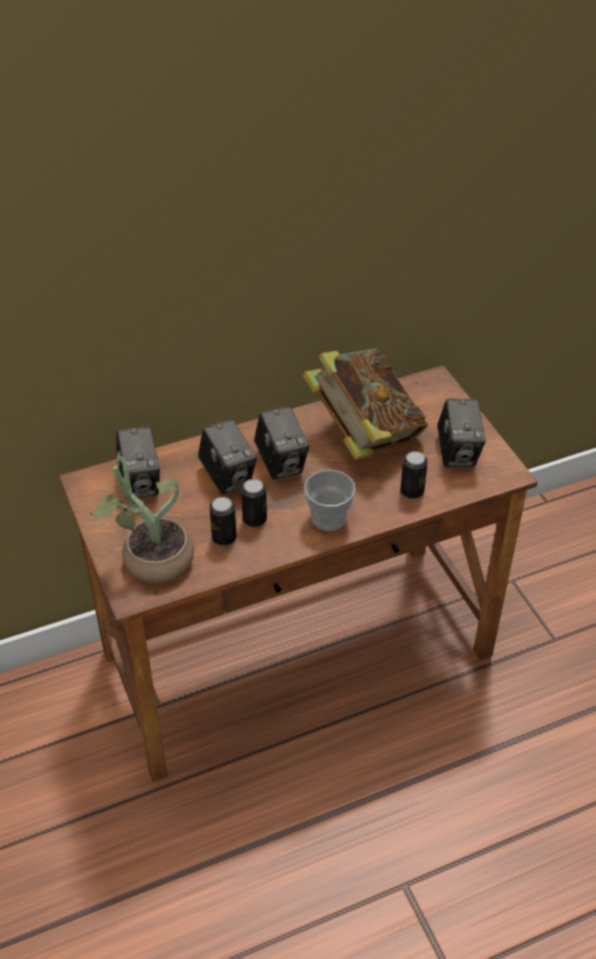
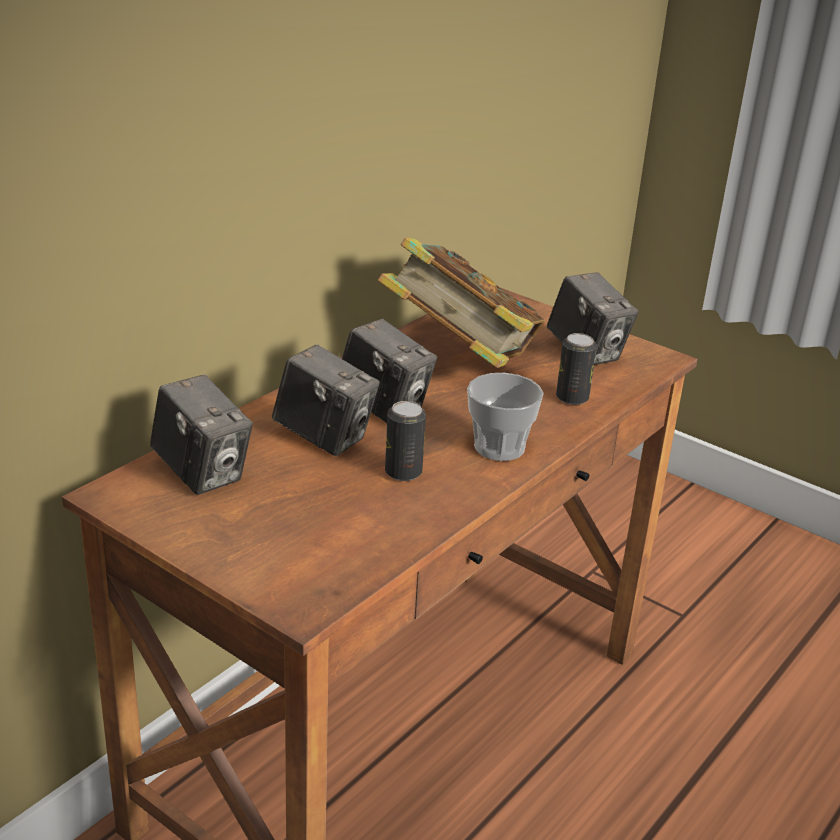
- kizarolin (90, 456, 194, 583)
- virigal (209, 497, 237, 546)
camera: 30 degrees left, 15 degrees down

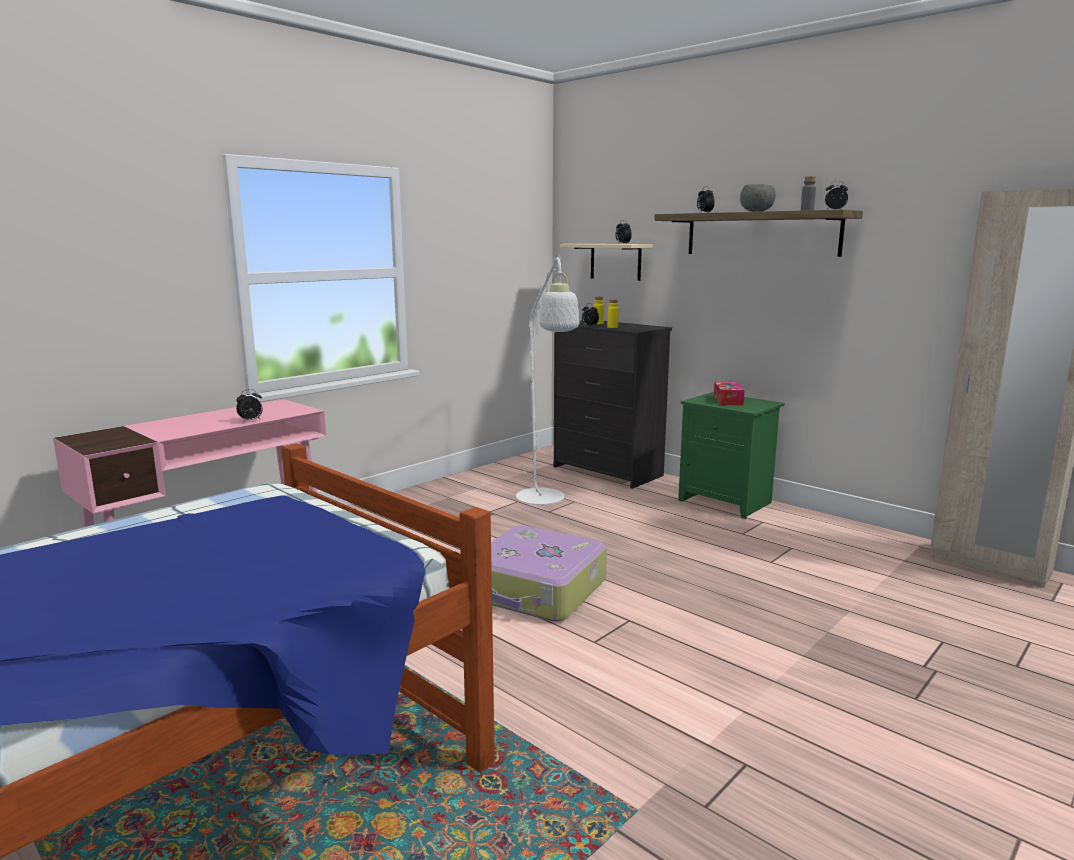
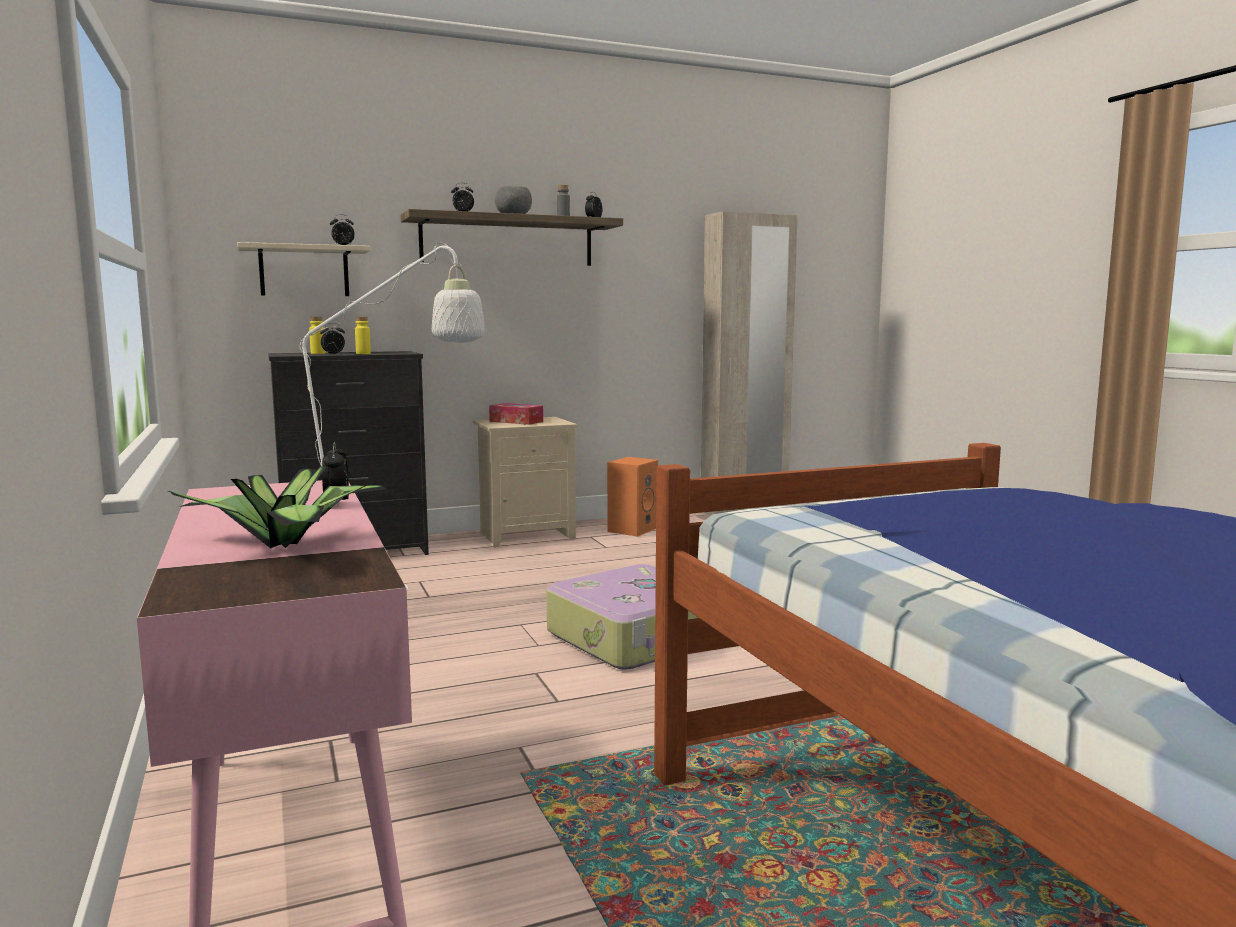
+ kizarolin (168, 466, 387, 548)
+ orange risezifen (607, 457, 658, 537)
~ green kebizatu (678, 392, 785, 519) to beige kebizatu (473, 417, 578, 548)
camera: 65 degrees left, 5 degrees down

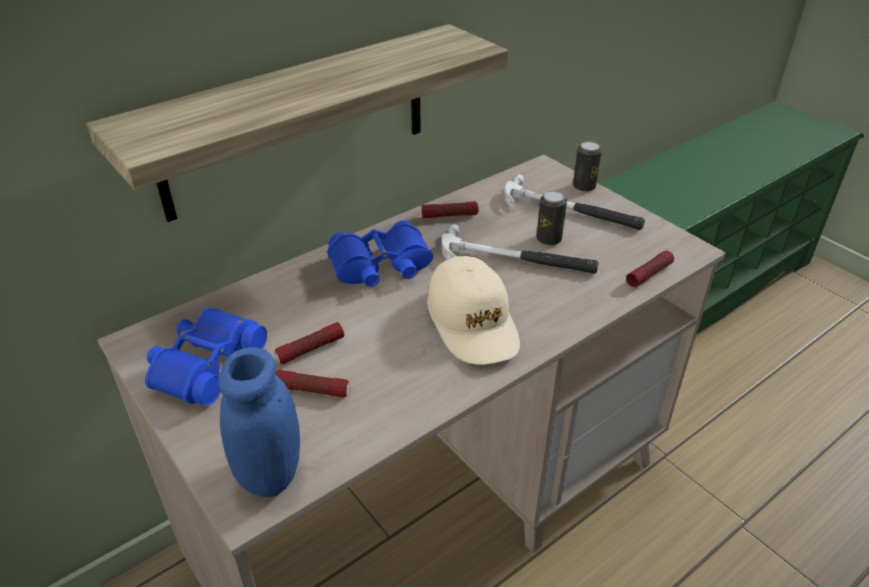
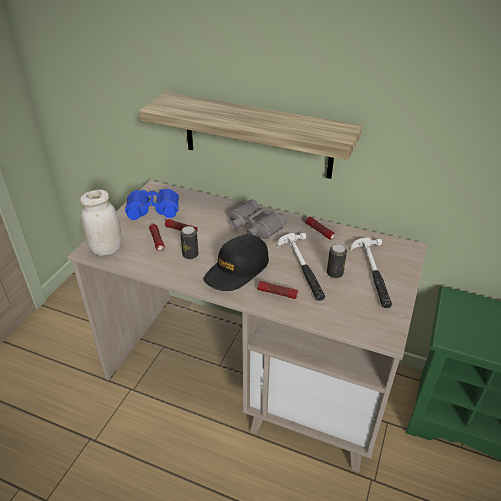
~ virigal (573, 141, 602, 192) to (180, 226, 199, 259)
~ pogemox (626, 250, 674, 287) to (258, 281, 298, 299)
~ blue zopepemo (218, 347, 300, 498) to white zopepemo (80, 189, 122, 256)
~ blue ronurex (327, 220, 433, 287) to grey ronurex (228, 199, 287, 239)
~ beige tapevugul (427, 256, 520, 365) to black tapevugul (204, 234, 269, 291)
camera: 60 degrees right, 0 degrees up

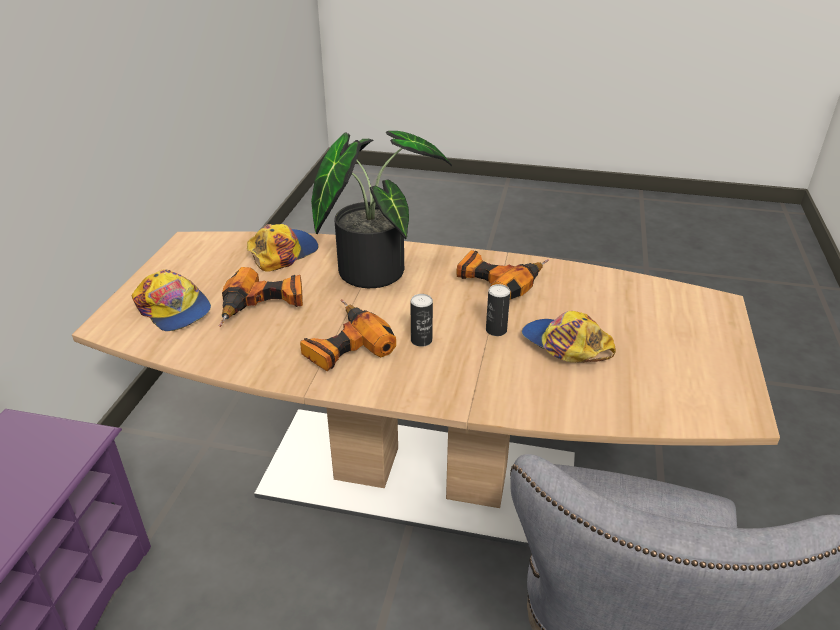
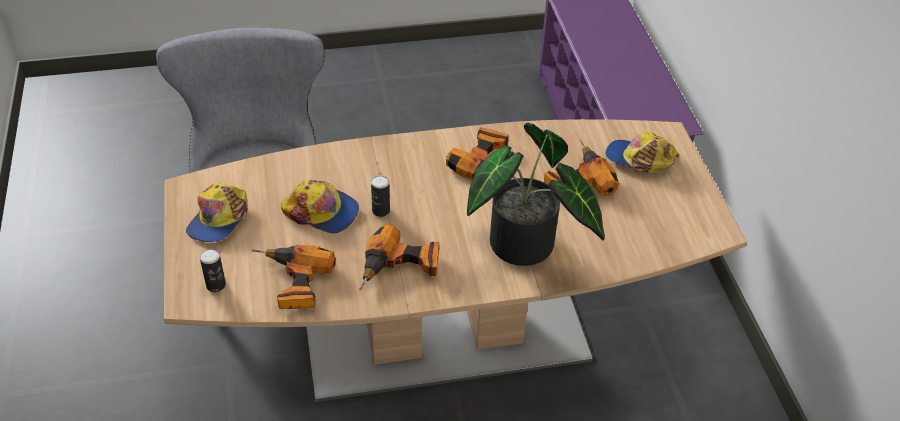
+ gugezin (252, 245, 336, 309)
~ tapevugul (247, 224, 319, 272) to (186, 182, 247, 242)
~ virigal (410, 294, 433, 347) to (200, 249, 226, 292)
camera: 155 degrees right, 10 degrees up

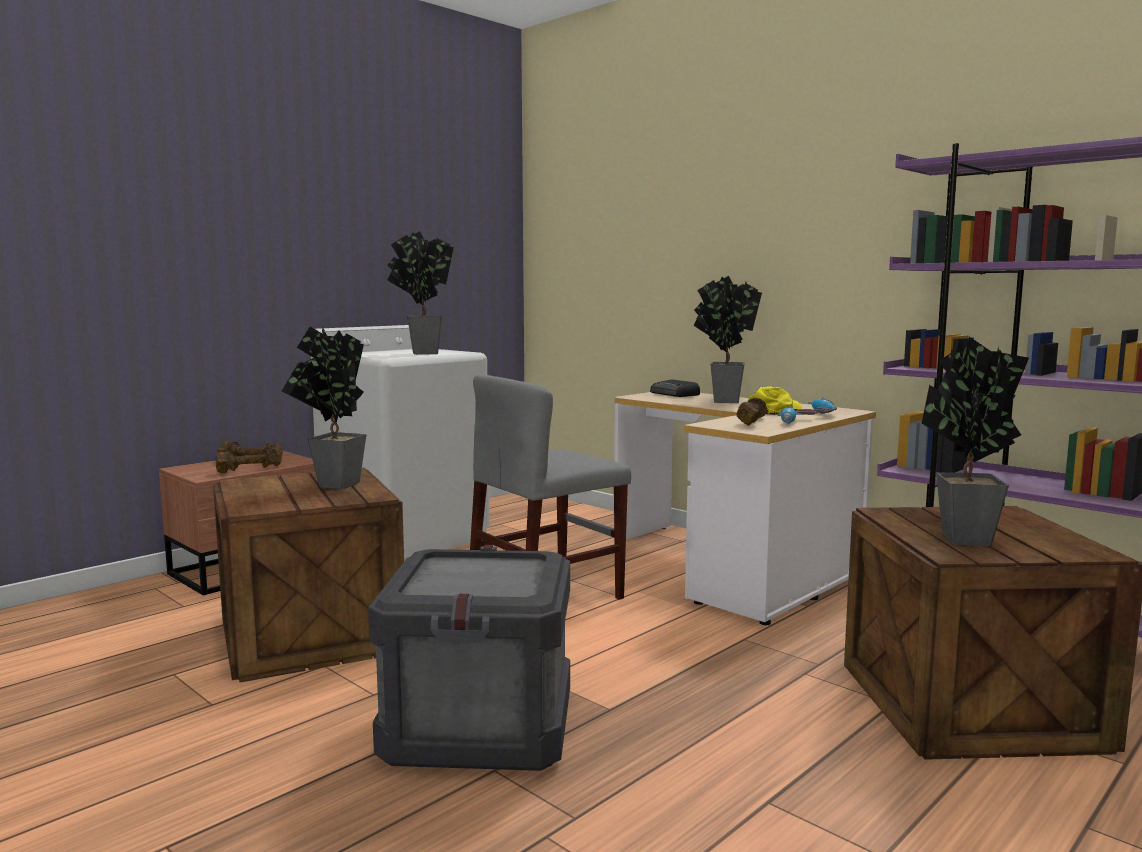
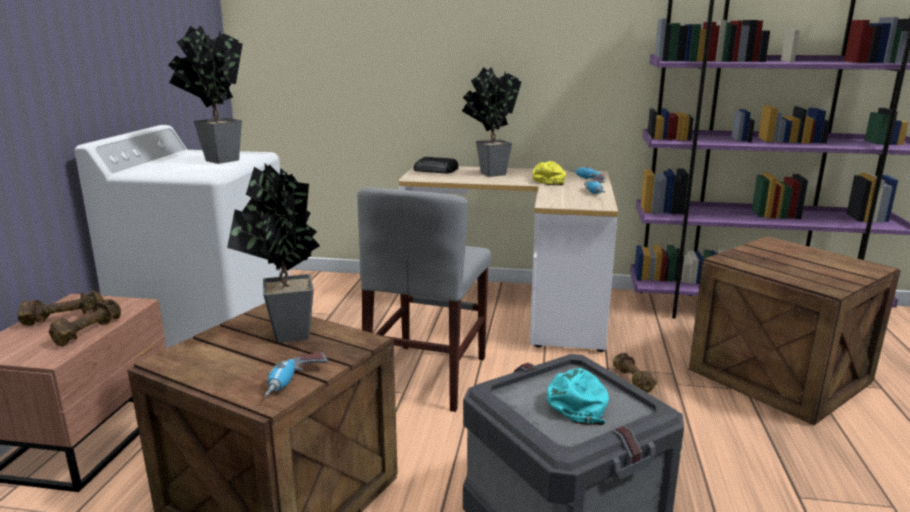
- kizarolin (921, 337, 1029, 546)
+ gugezin (265, 353, 328, 397)
+ turquoise tapevugul (547, 368, 609, 425)
~ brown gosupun (737, 397, 767, 425) to (613, 353, 657, 393)
camera: 35 degrees left, 10 degrees up

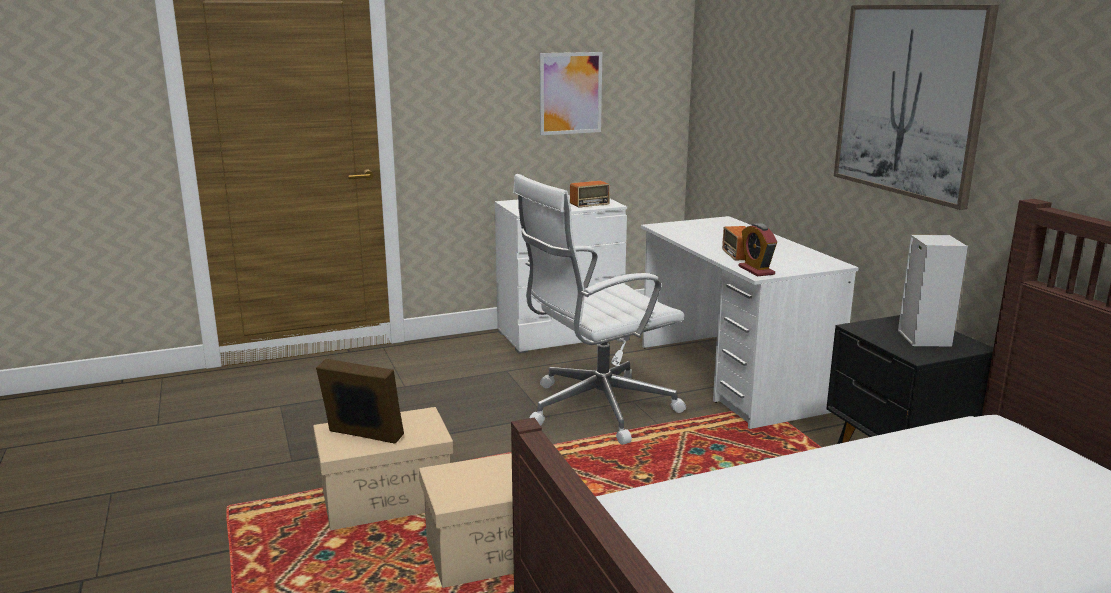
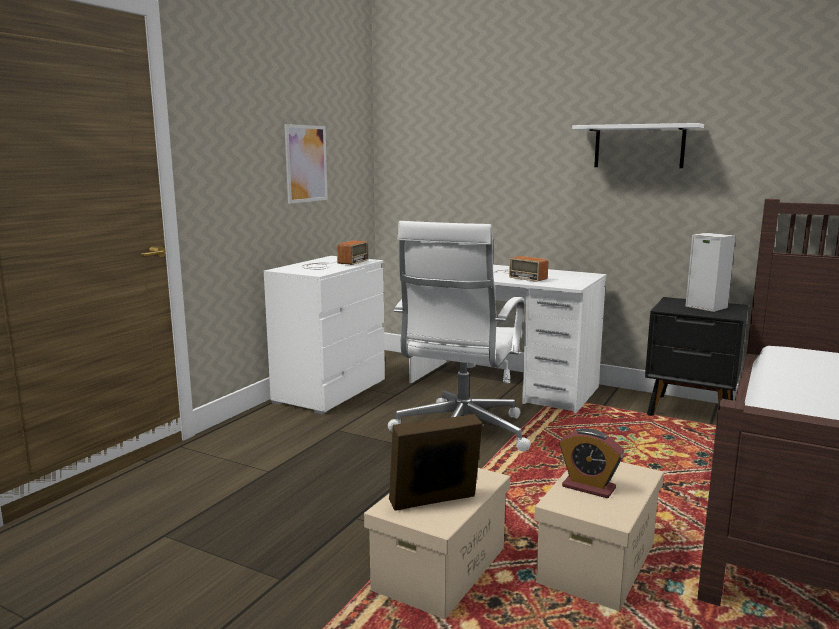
~ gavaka (739, 223, 777, 276) to (560, 429, 624, 498)
~ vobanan (834, 5, 999, 210) to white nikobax (572, 123, 704, 168)
camera: 40 degrees left, 5 degrees down

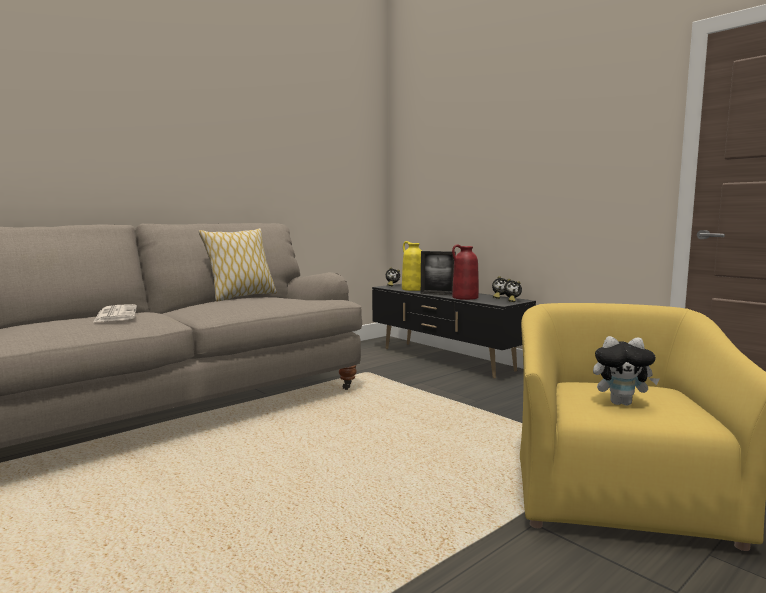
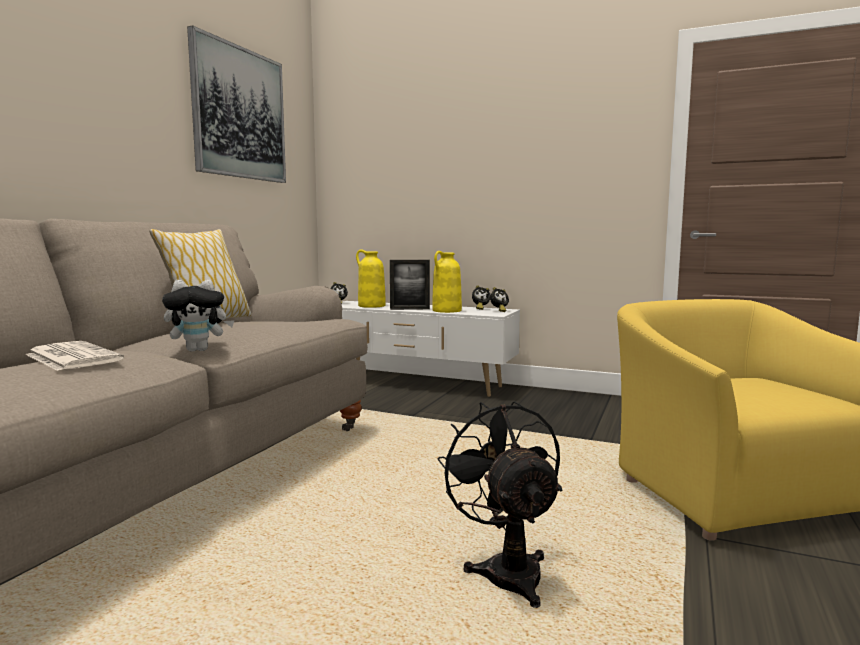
+ vobanan (187, 25, 286, 183)
+ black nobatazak (438, 401, 562, 608)
~ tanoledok (593, 336, 660, 405) to (162, 280, 235, 352)
~ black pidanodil (372, 284, 536, 378) to white pidanodil (342, 301, 520, 397)
~ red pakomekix (452, 244, 479, 300) to yellow pakomekix (432, 251, 462, 313)
camera: 25 degrees left, 0 degrees up

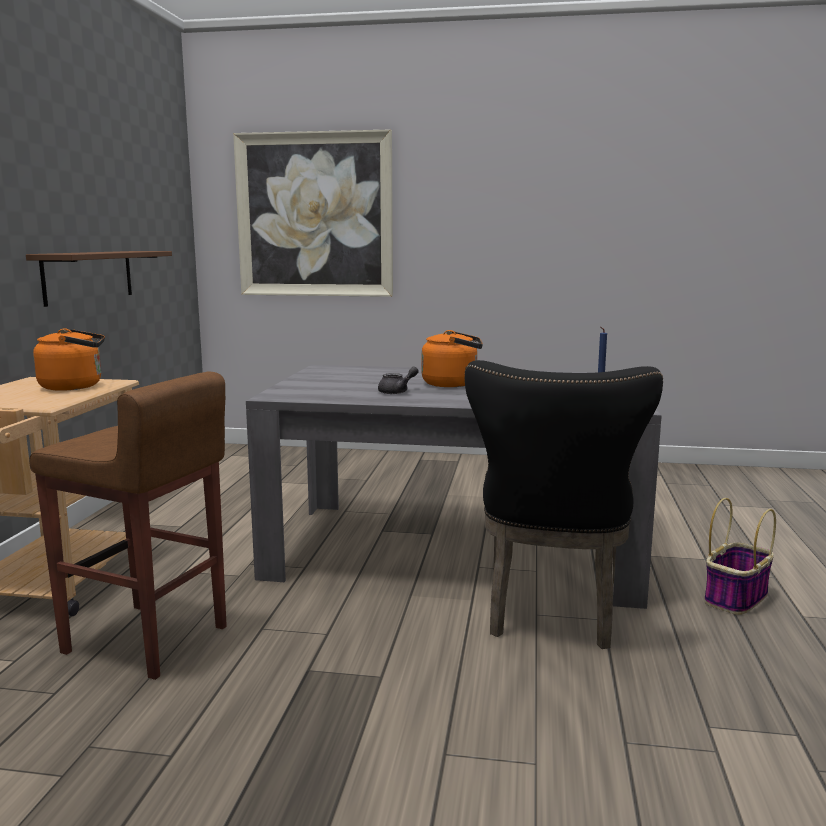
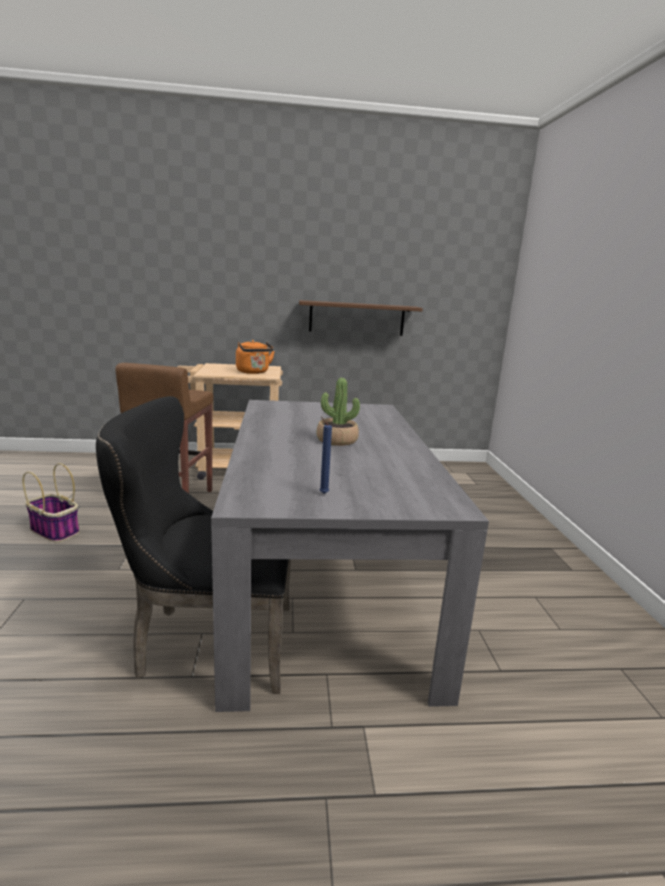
- vobanan (233, 129, 393, 297)
- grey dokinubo (378, 366, 419, 394)
~ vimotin (704, 498, 776, 615) to (22, 463, 79, 543)
~ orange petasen (421, 330, 483, 387) to kizarolin (316, 378, 360, 446)
camera: 75 degrees right, 5 degrees up

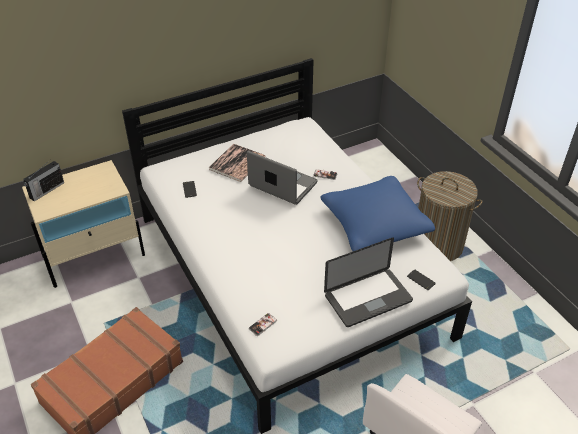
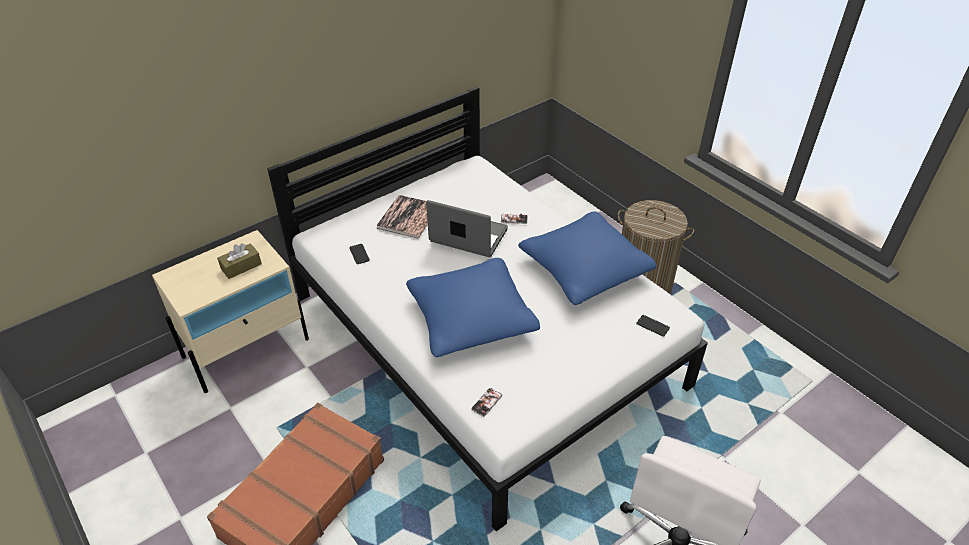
- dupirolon (23, 159, 64, 202)
- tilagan (324, 237, 413, 327)
+ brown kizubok (217, 243, 262, 279)
+ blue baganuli (406, 258, 540, 357)
camera: 10 degrees left, 0 degrees up

